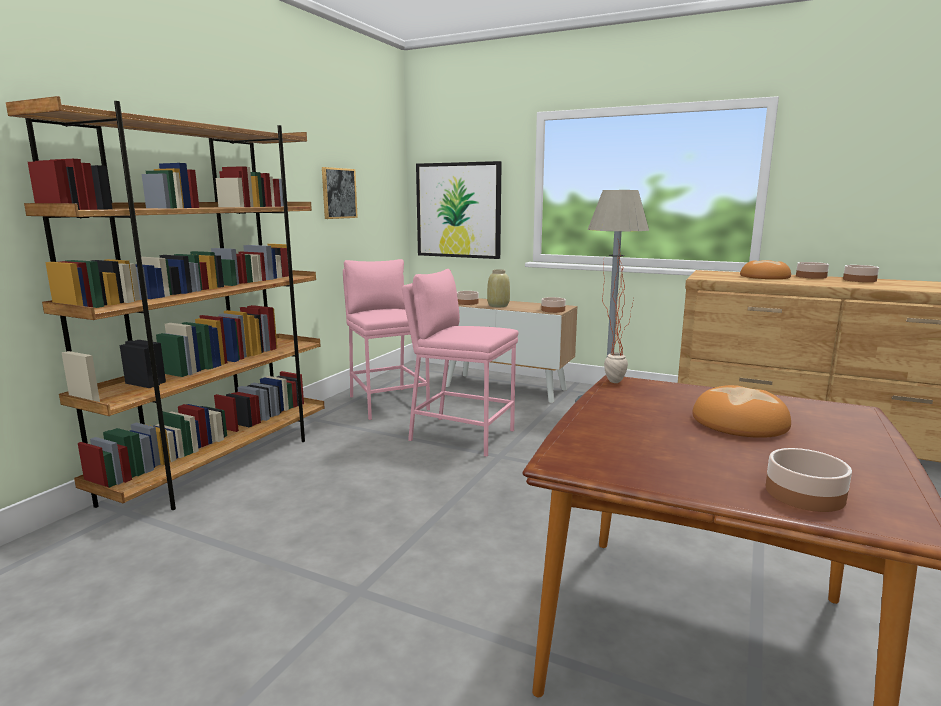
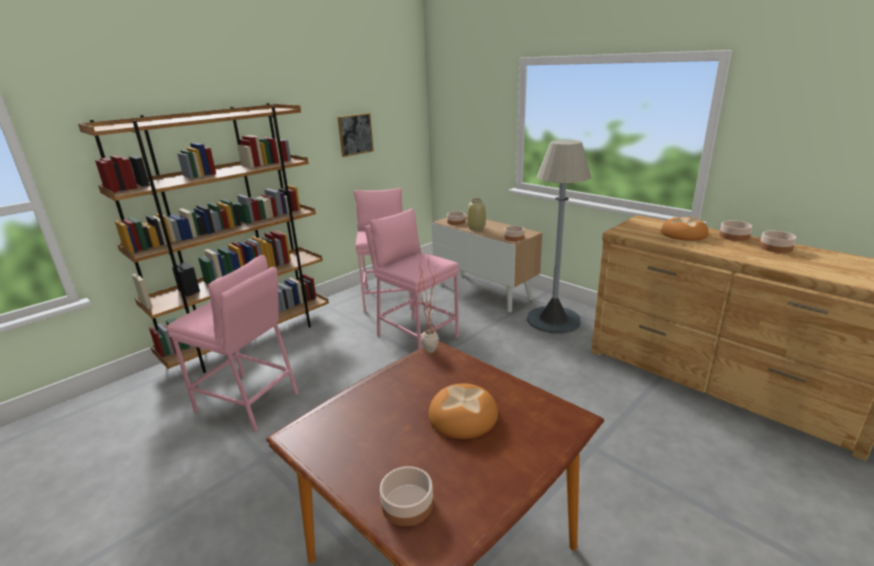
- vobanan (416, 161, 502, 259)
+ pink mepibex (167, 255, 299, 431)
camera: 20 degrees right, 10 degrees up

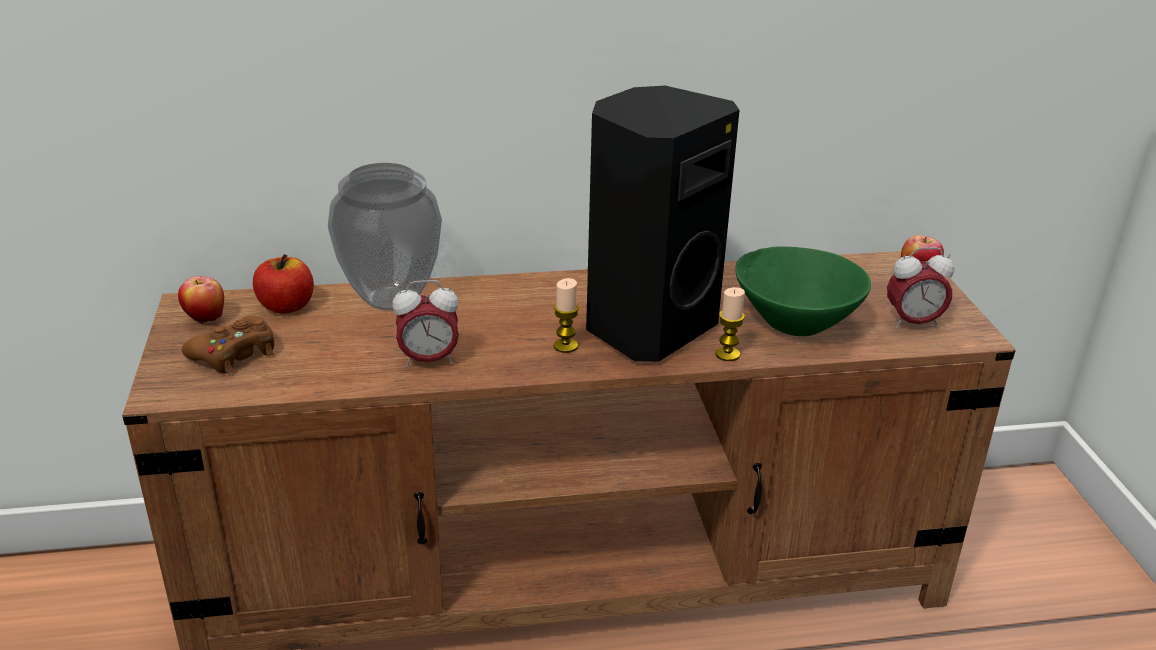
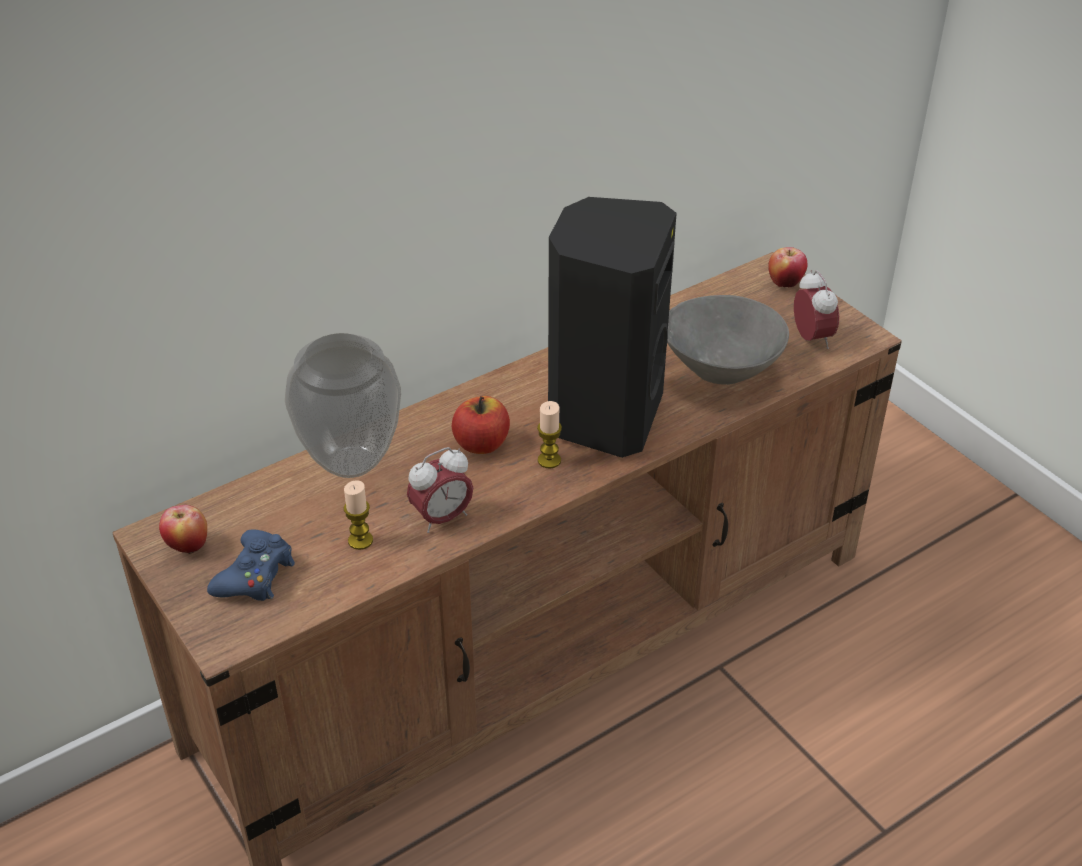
~ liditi (253, 254, 314, 314) to (452, 396, 510, 454)
~ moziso (715, 287, 745, 361) to (344, 480, 373, 550)
~ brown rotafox (182, 315, 274, 374) to blue rotafox (207, 529, 295, 601)
~ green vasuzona (735, 246, 871, 336) to grey vasuzona (667, 295, 789, 385)
~ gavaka (887, 247, 954, 329) = (794, 270, 839, 349) 75 degrees counterclockwise
camera: 25 degrees left, 10 degrees up

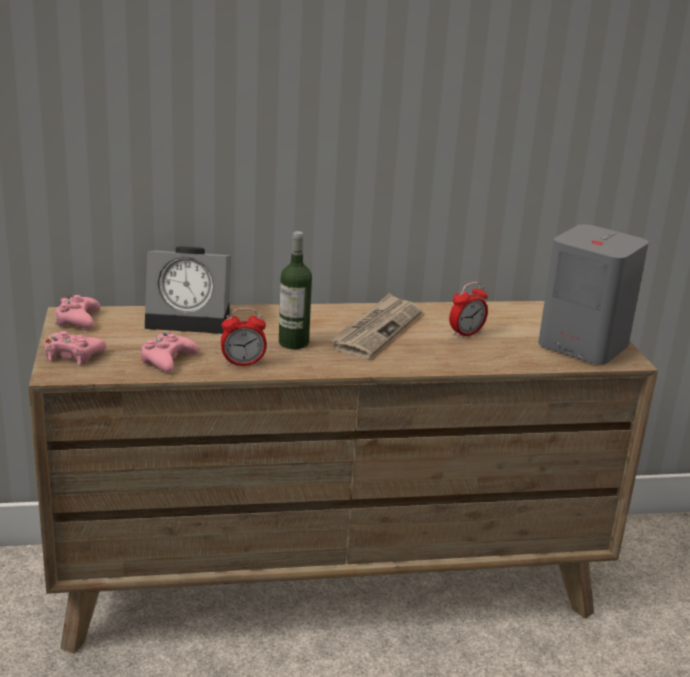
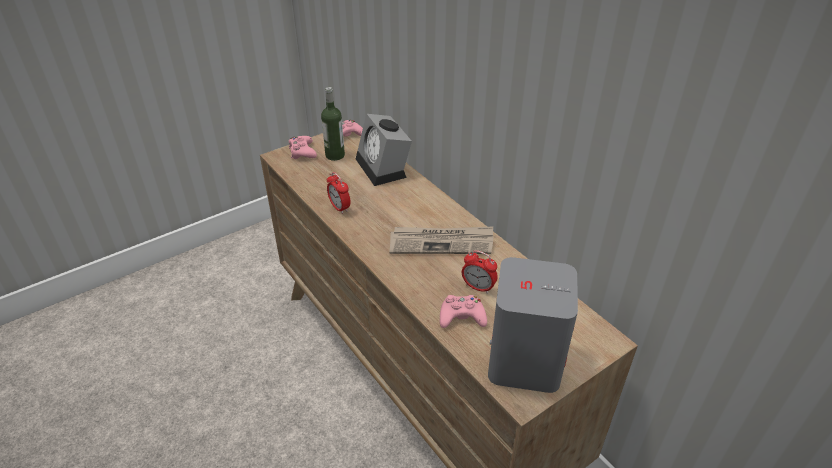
~ pink rotafox (141, 333, 199, 372) to (440, 295, 487, 328)
~ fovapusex (279, 231, 312, 349) to (321, 87, 345, 161)
camera: 65 degrees right, 15 degrees up

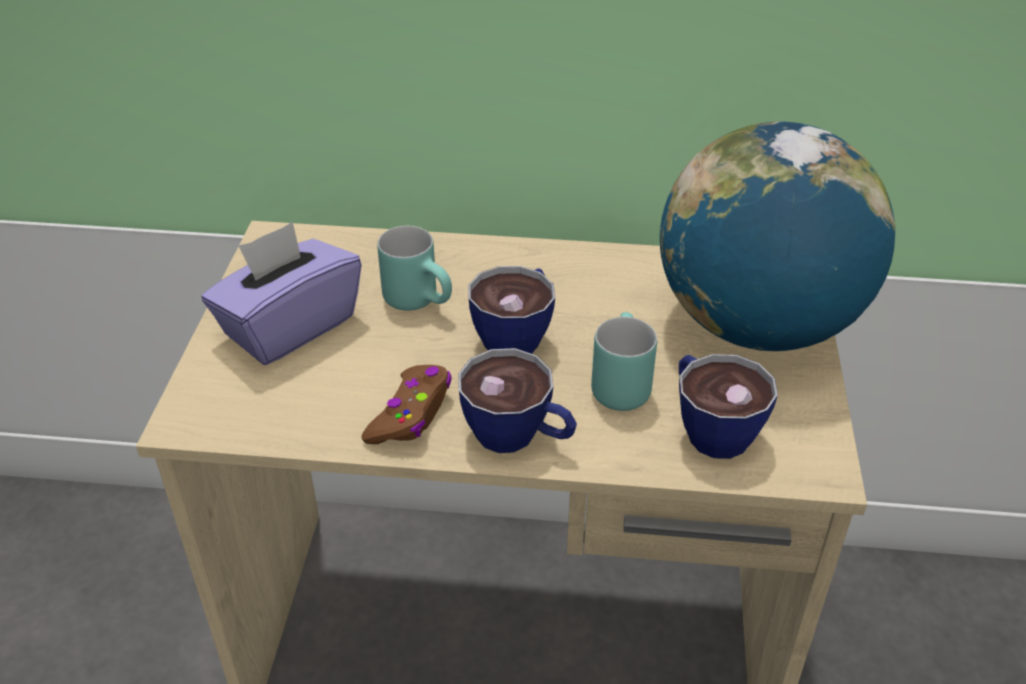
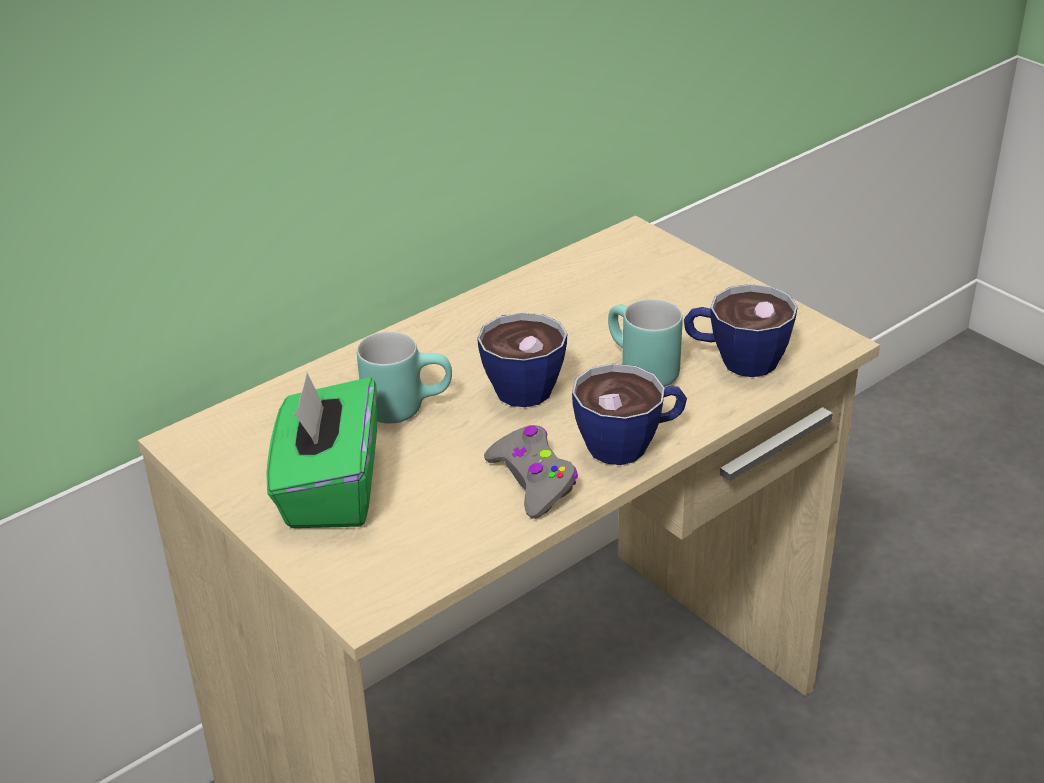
- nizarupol (660, 121, 895, 351)
~ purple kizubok (201, 222, 362, 365) to green kizubok (266, 373, 377, 528)
~ brown rotafox (361, 365, 451, 444) to grey rotafox (484, 425, 578, 519)
camera: 45 degrees left, 5 degrees down

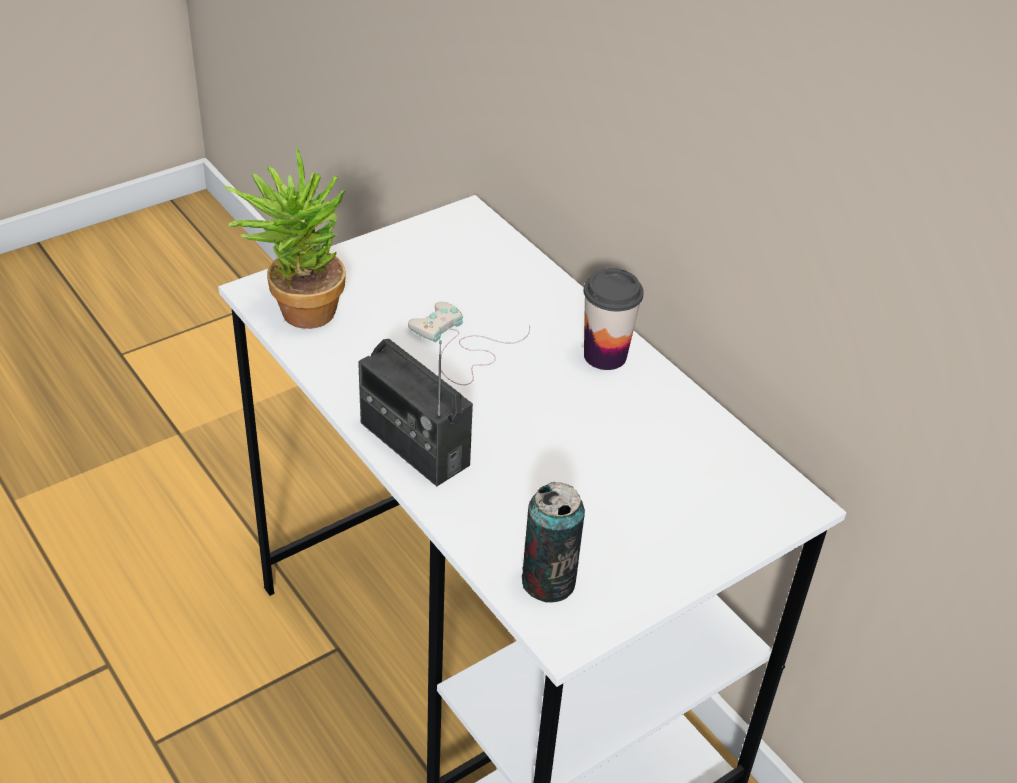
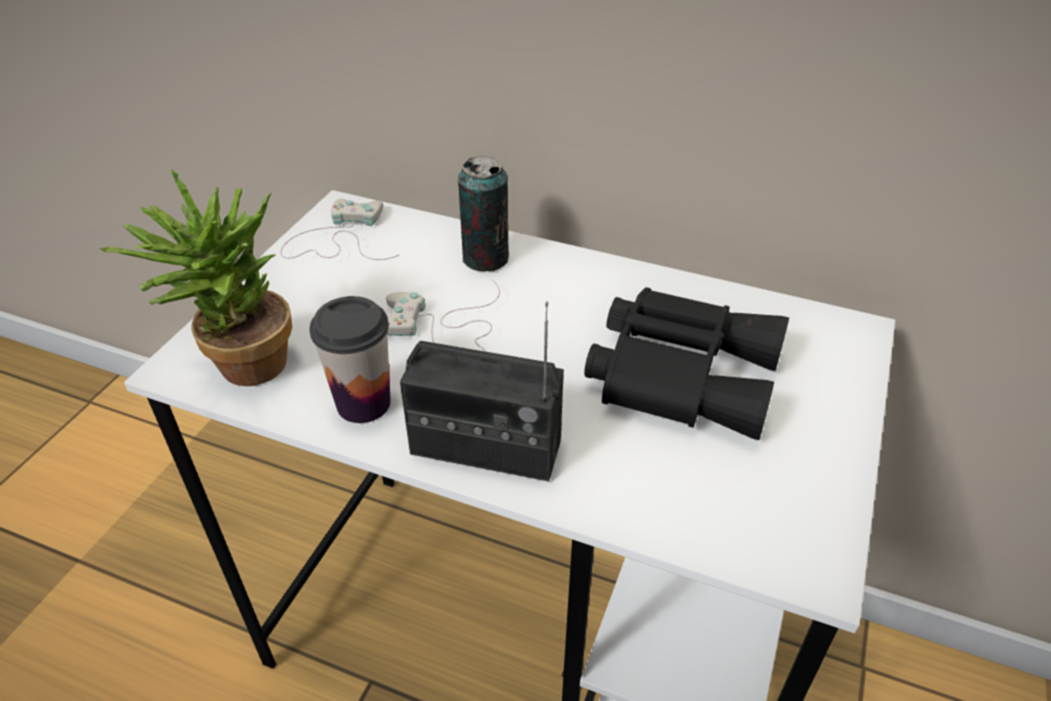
+ white rotafox (280, 199, 399, 260)
+ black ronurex (584, 287, 789, 440)
~ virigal (522, 482, 585, 602) to (458, 156, 509, 271)
~ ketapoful (584, 268, 644, 370) to (310, 296, 391, 423)
camera: 30 degrees left, 0 degrees up

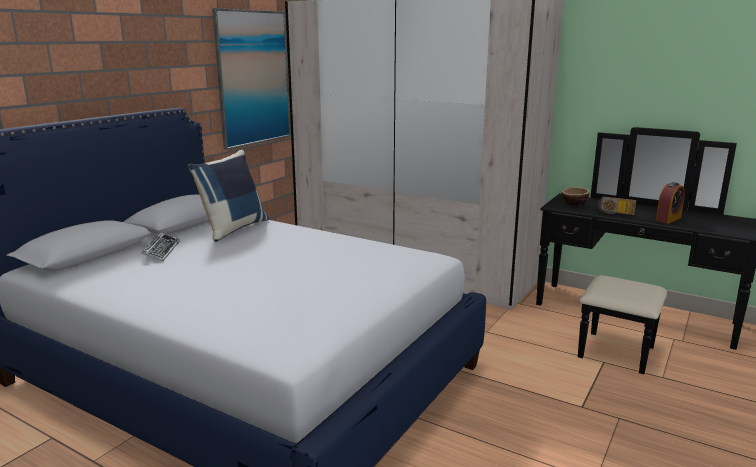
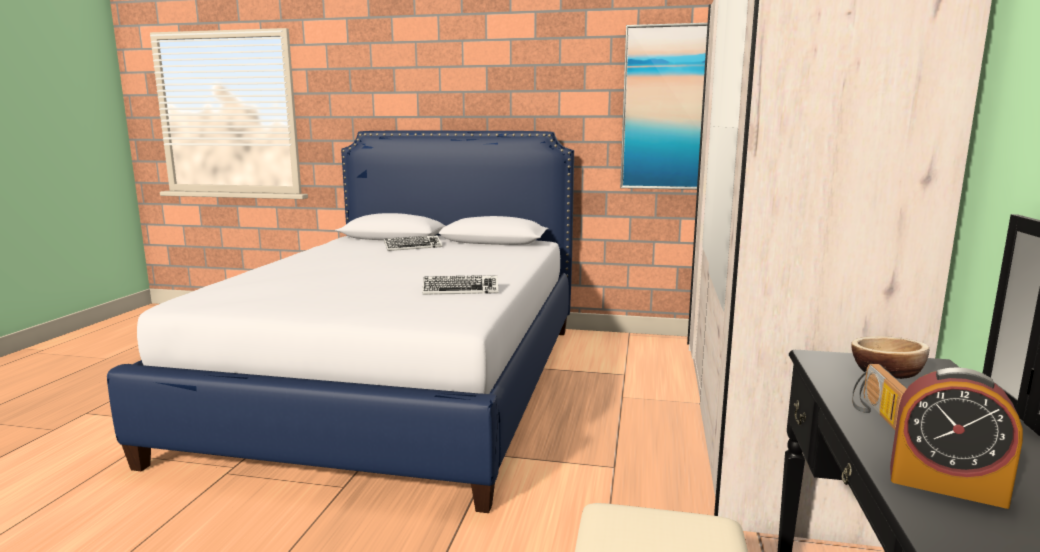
- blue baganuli (188, 150, 269, 242)
+ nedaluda (422, 275, 499, 295)
camera: 70 degrees right, 5 degrees down

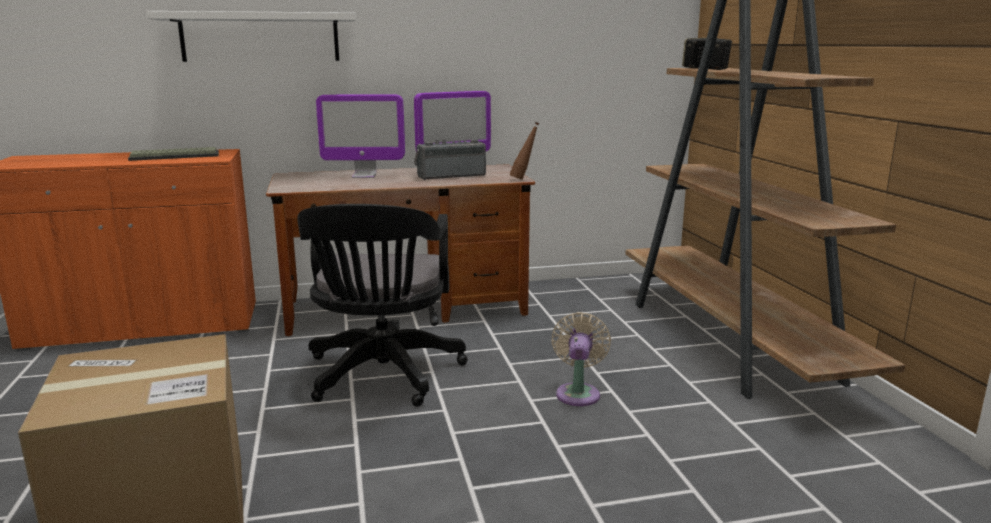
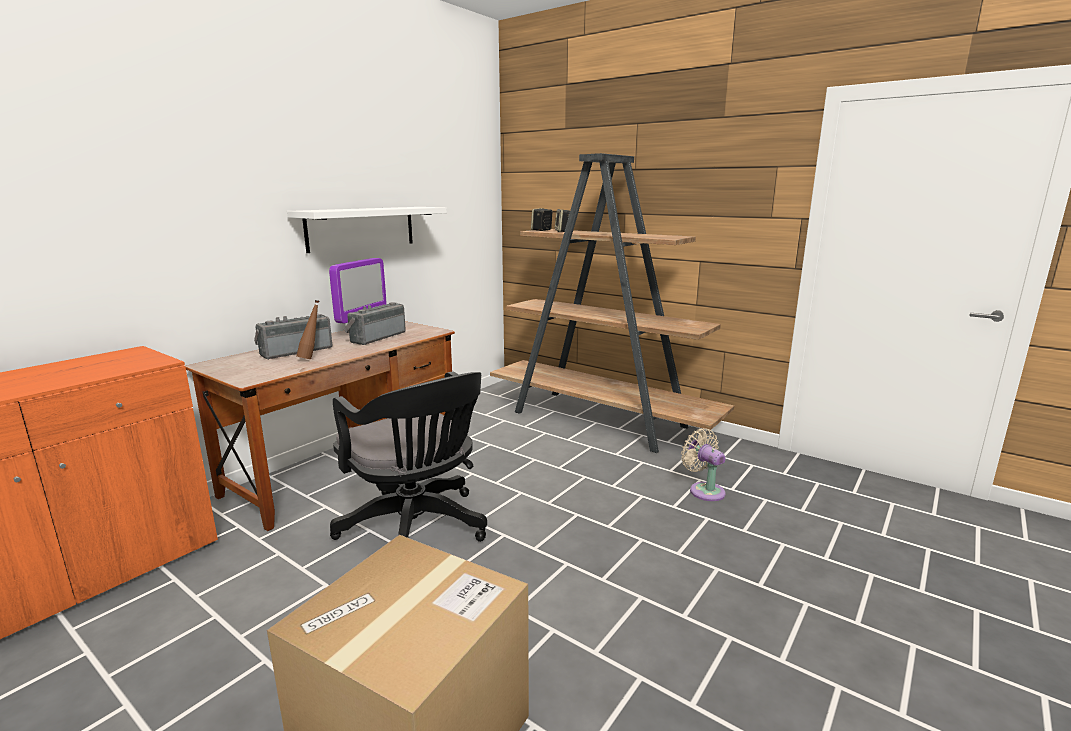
- nedaluda (128, 147, 219, 161)
~ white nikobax (146, 11, 356, 62) to (287, 207, 447, 253)
~ brown fovapusex (509, 122, 539, 180) to (296, 300, 319, 359)
~ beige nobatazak (551, 312, 611, 406) to (681, 428, 726, 501)
~ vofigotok (316, 95, 405, 178) to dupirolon (254, 314, 332, 359)
camera: 40 degrees left, 0 degrees up

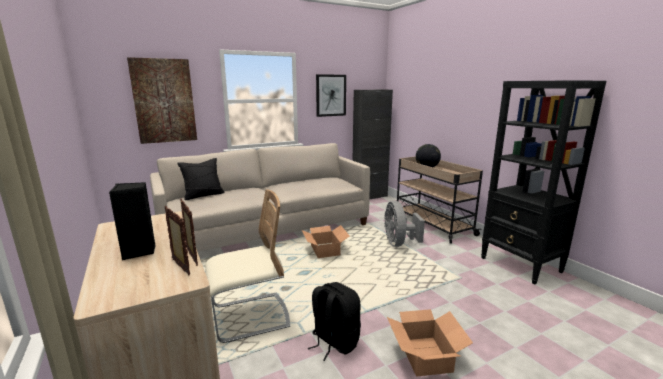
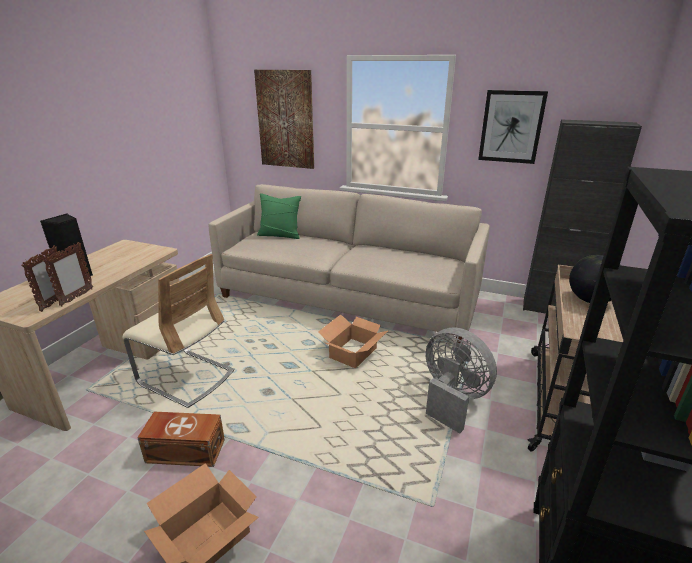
~ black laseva (308, 282, 361, 361) to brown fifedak (137, 412, 225, 467)
~ black baganuli (177, 158, 225, 200) to green baganuli (257, 193, 301, 239)
~ grey nobatazak (384, 201, 425, 247) = (426, 328, 497, 434) 90 degrees clockwise
camera: 50 degrees right, 10 degrees up

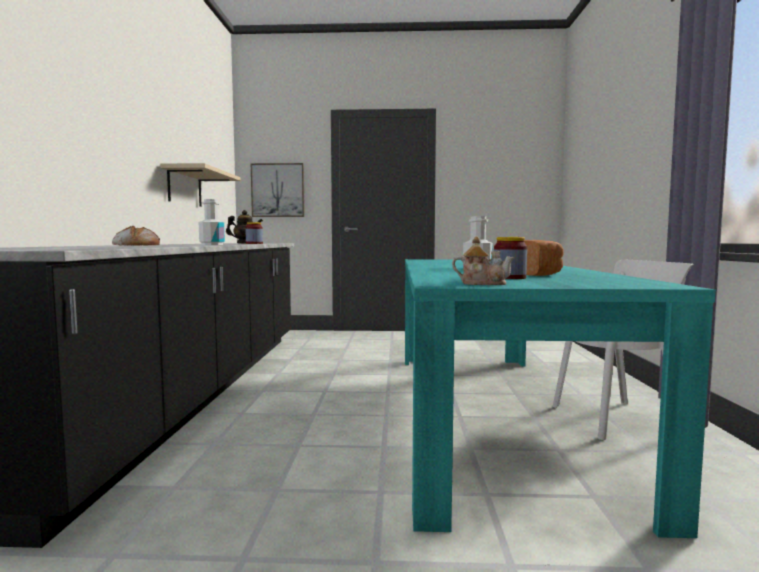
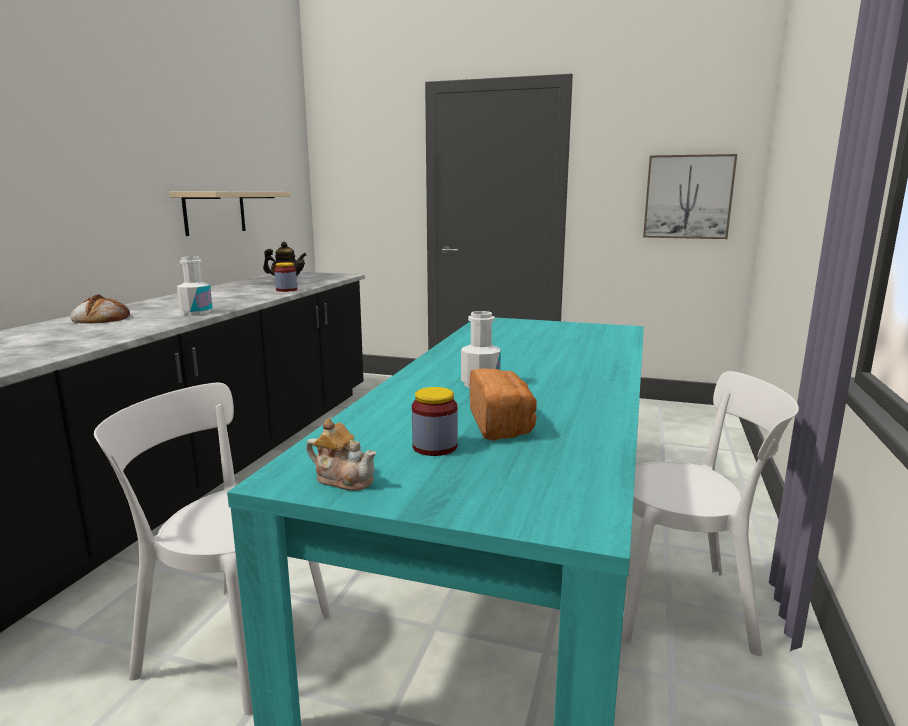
+ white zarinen (94, 383, 331, 715)
~ vobanan (251, 163, 305, 217) to (643, 154, 737, 239)
camera: 15 degrees right, 10 degrees up

